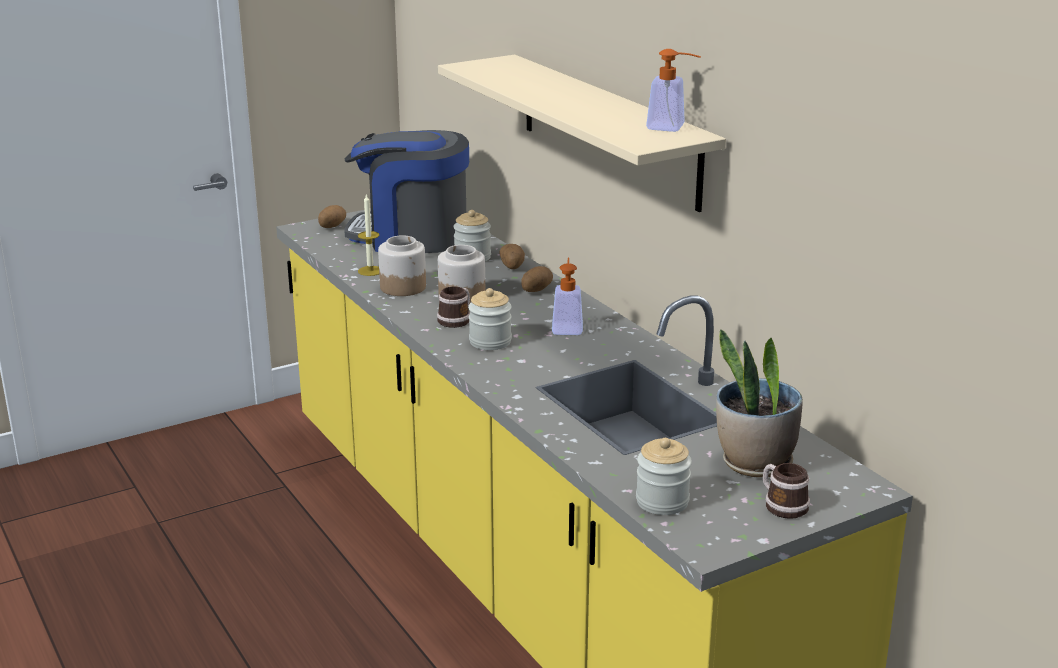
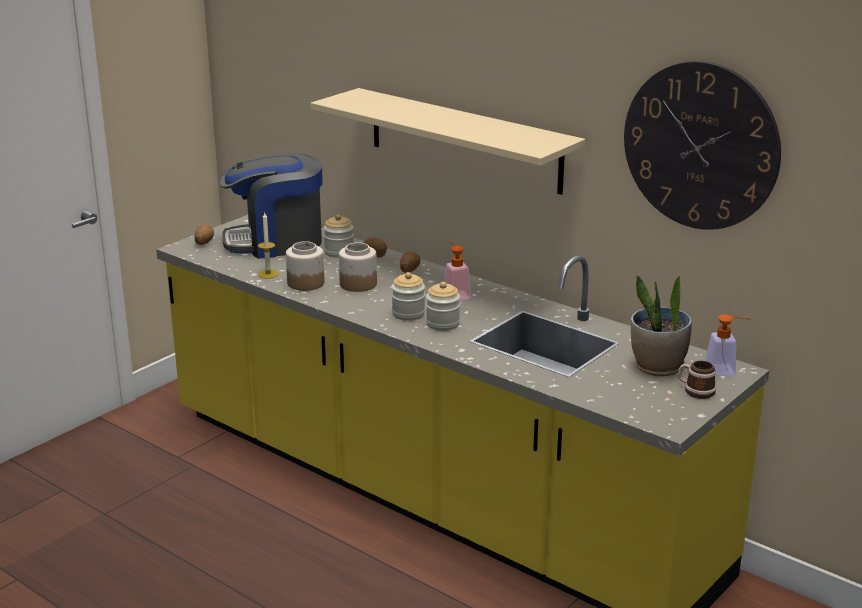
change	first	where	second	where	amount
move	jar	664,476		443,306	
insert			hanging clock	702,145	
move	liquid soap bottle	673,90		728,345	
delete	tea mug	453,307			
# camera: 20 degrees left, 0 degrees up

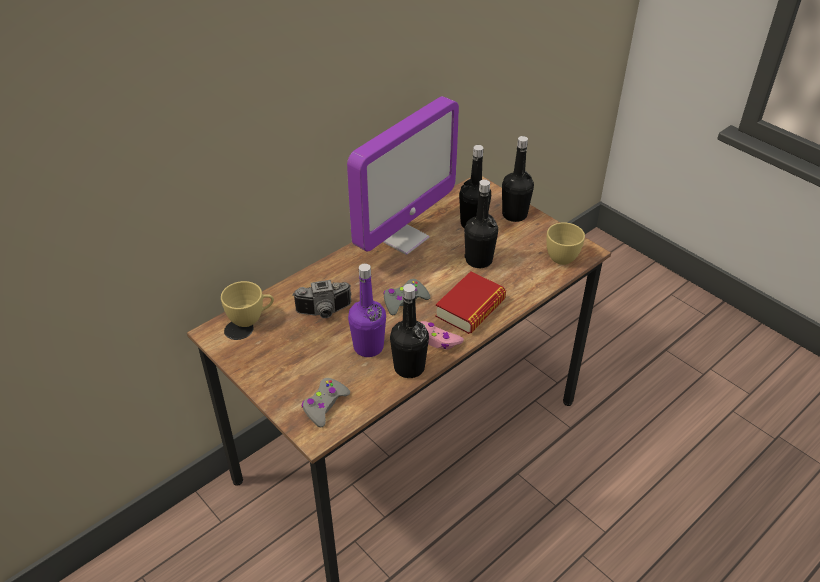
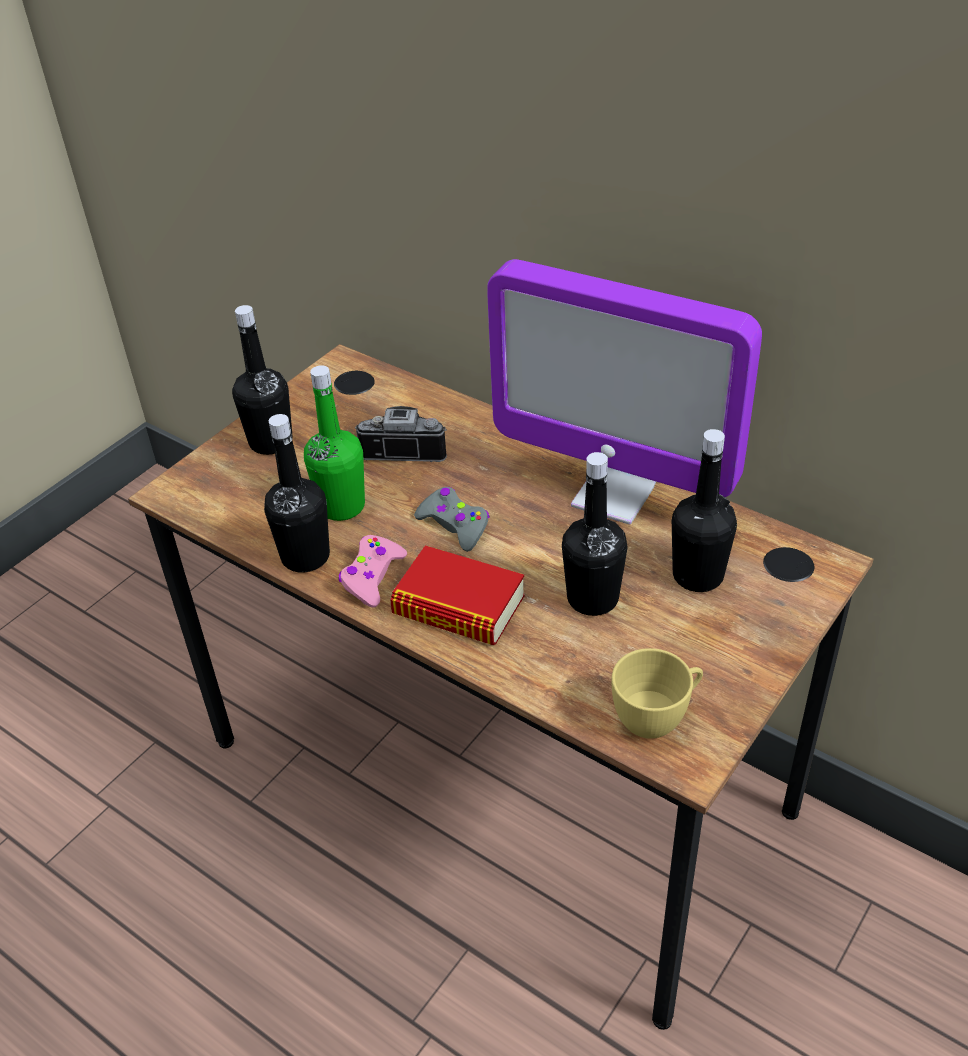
change	first	where	second	where	amount
move	bottle (black)	518,179		262,380	
recolor	bottle (purple-coloured)	367,310	bottle (greenish)	334,443	
rotate	still camera	321,299		401,434	120 degrees clockwise
delete	small cup (yellow-coloured)	247,304			
delete	gamepad (gray)	326,402			
# camera: 80 degrees right, 0 degrees up

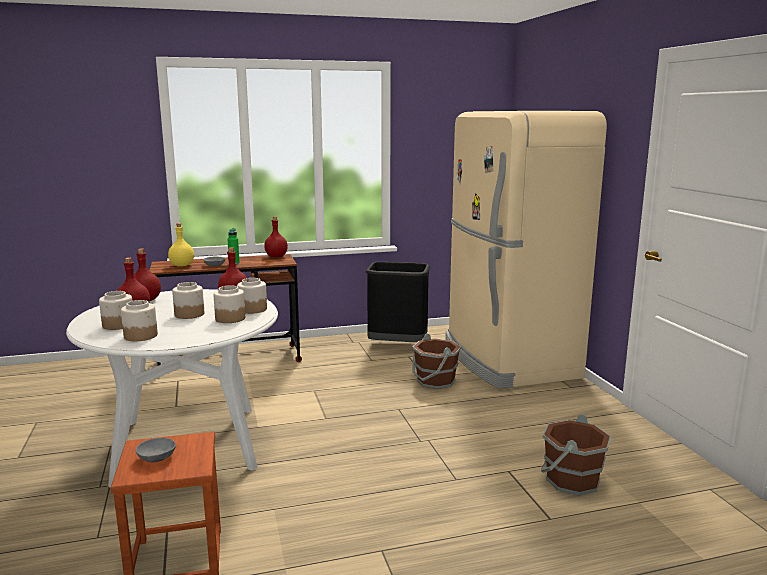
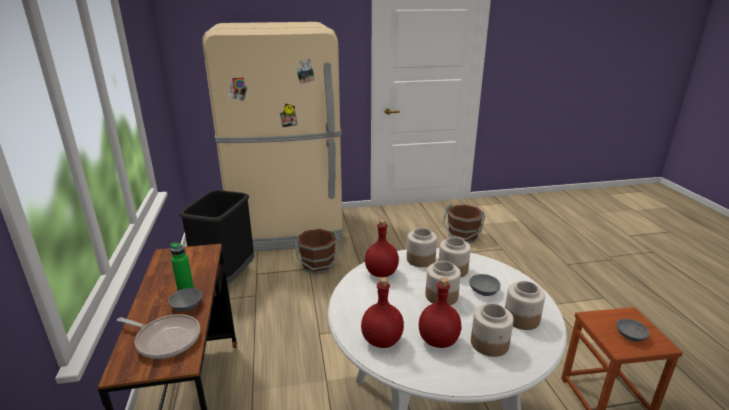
change	first	where	second	where	amount
replace	bottle (yellow-coloured)	181,245	skillet	158,336	
insert			deep dish (gray)	485,285	
delete	bottle (reddish)	276,237			
# camera: 85 degrees left, 10 degrees up

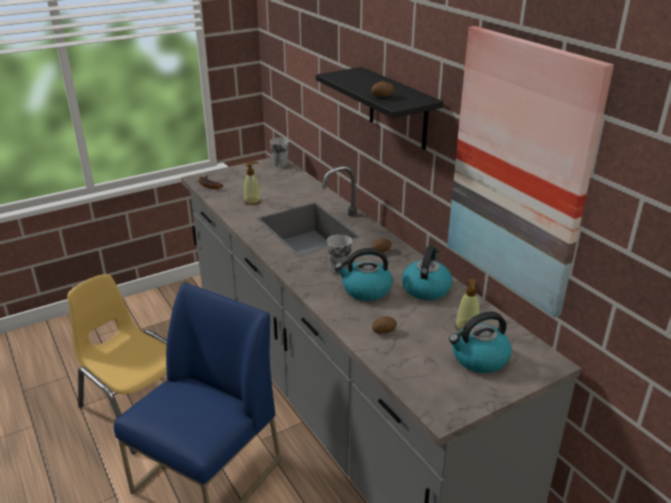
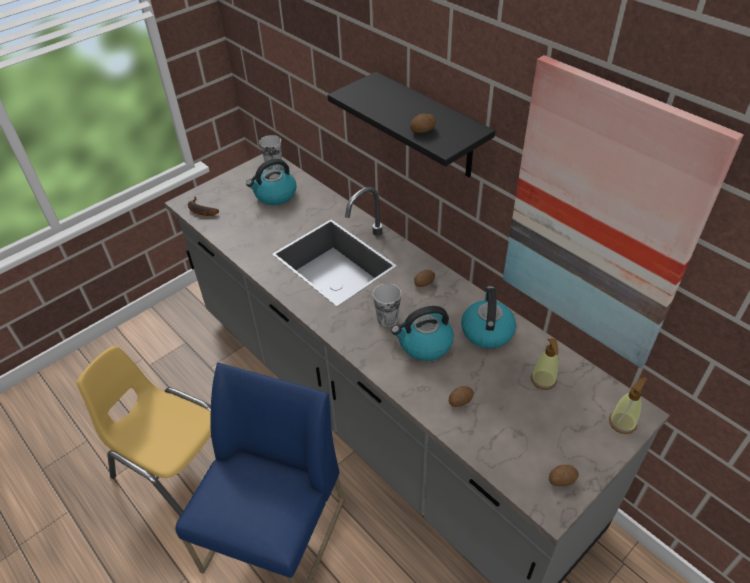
change	first	where	second	where	amount
move	kettle	480,342		271,182	
insert			potato	564,475	
move	liquid soap bottle	252,183		628,405	
# camera: 10 degrees left, 15 degrees up

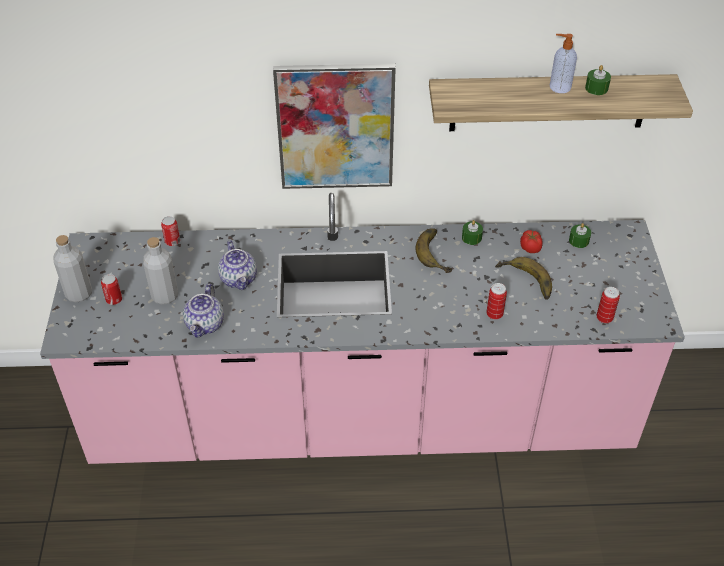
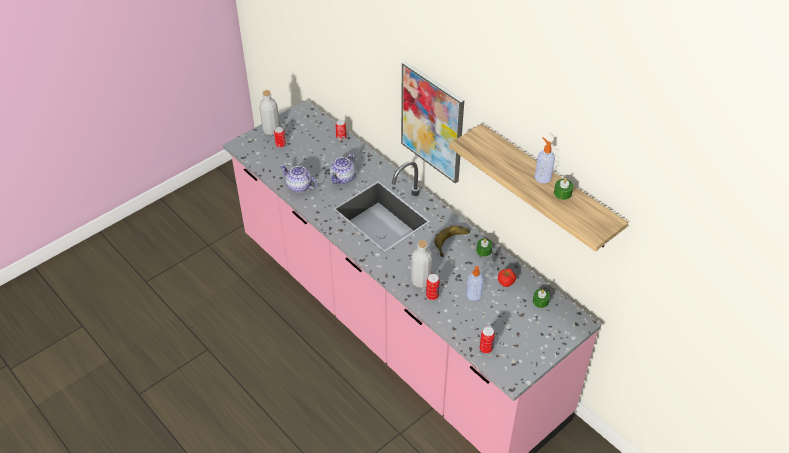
change	first	where	second	where	amount
rotate	pot for tea	203,311		299,179	60 degrees clockwise
move	bottle (gray)	160,271		422,264	
replace	whole banana	523,278	liquid soap bottle	475,283	
# camera: 50 degrees right, 0 degrees up

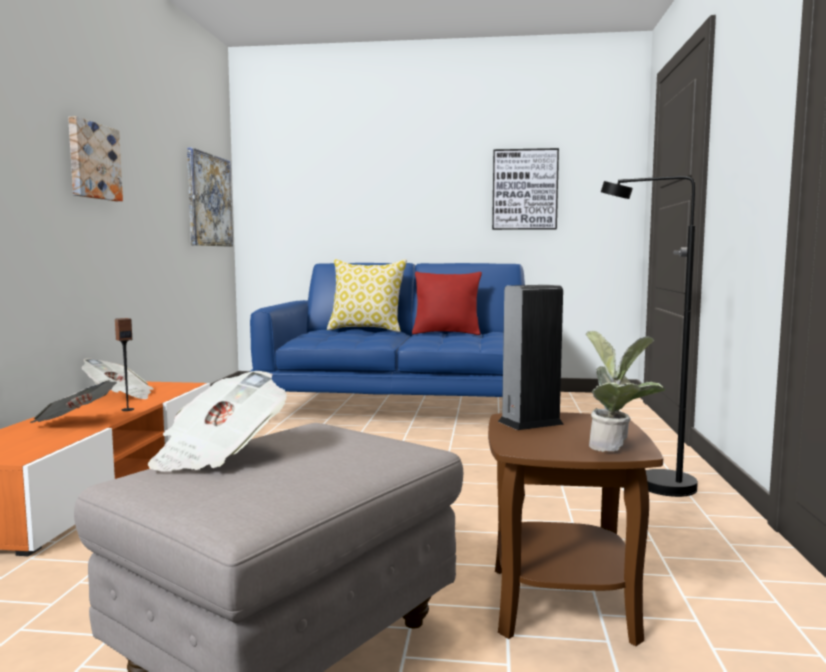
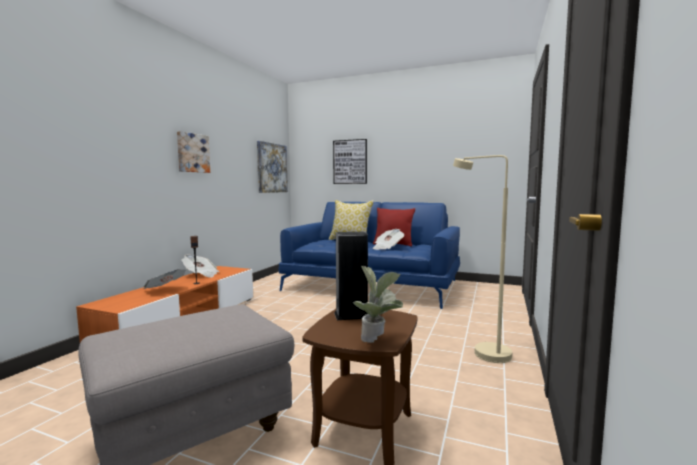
change	first	where	second	where	amount
move	picture	525,189		350,161	
move	newspaper	217,421		388,239	
recolor	standing lamp (black)	649,336	standing lamp (sand-coloured)	482,259	
# camera: 15 degrees right, 0 degrees up

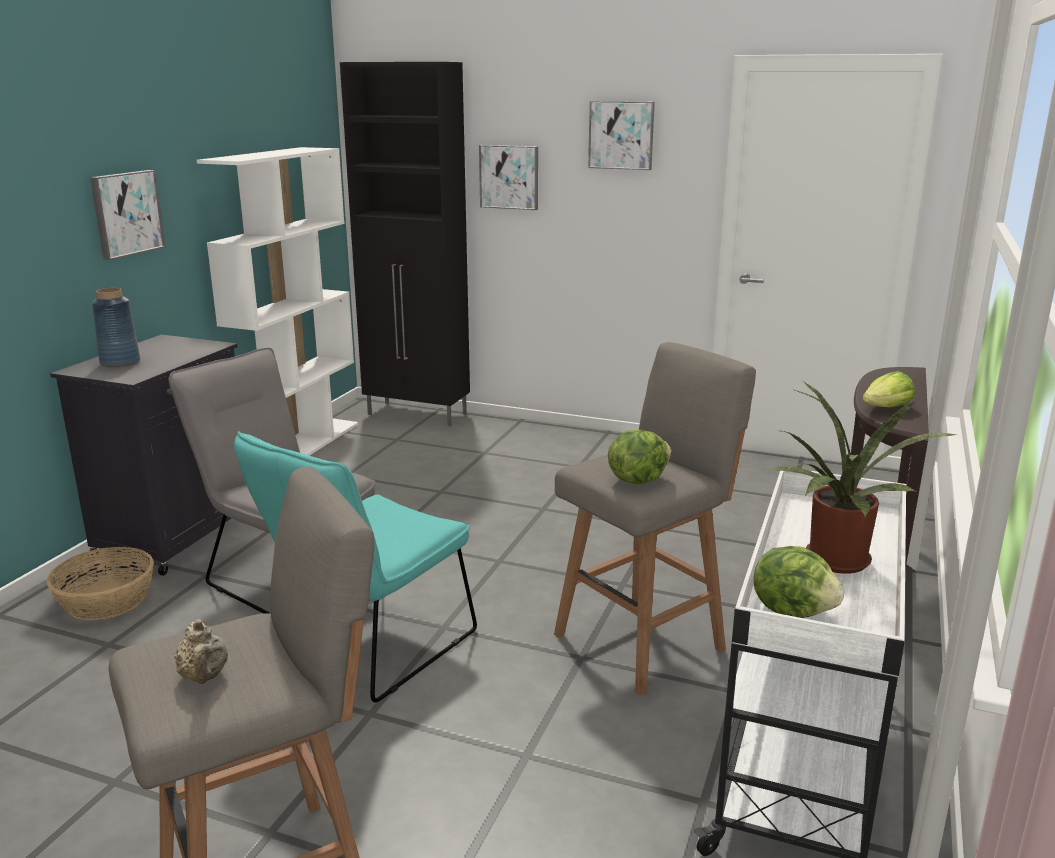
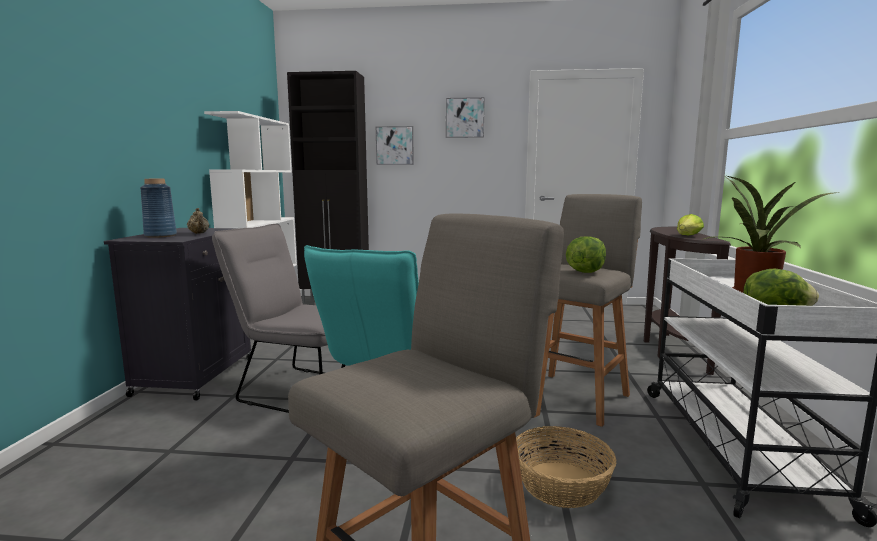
change	first	where	second	where	amount
move	pot for tea (sand-coloured)	201,651		198,221	
move	household basket	100,583		566,467	
delete	picture	128,215			
# camera: 15 degrees left, 10 degrees down

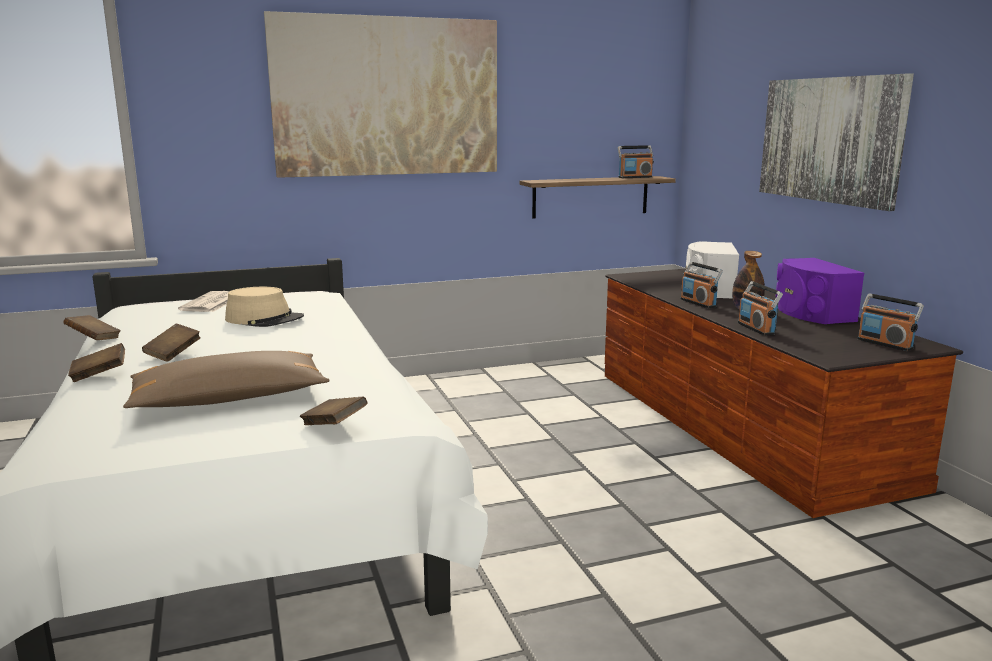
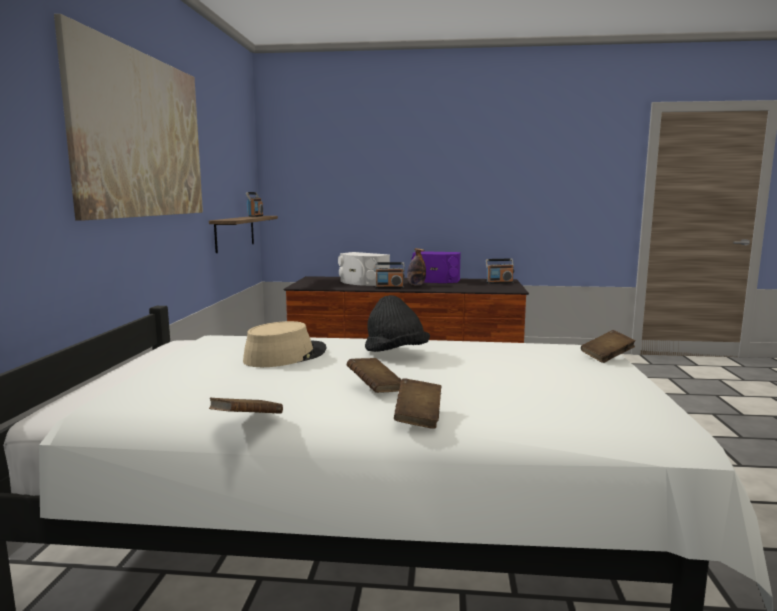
change	first	where	second	where	amount
insert			hat (black)	397,323	
delete	throw pillow (brown-coloured)	226,379			
delete	newspaper	203,301			
delete	radio	760,308			
delete	picture	836,142			
# camera: 65 degrees left, 5 degrees down

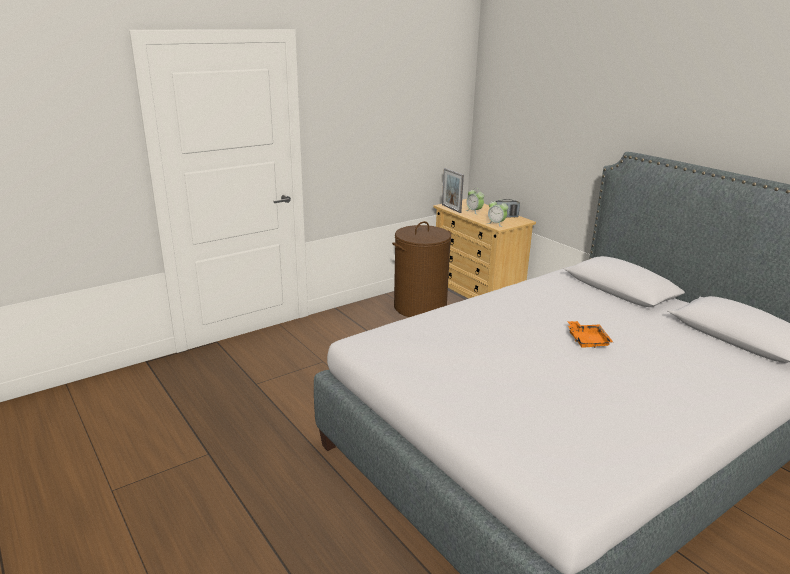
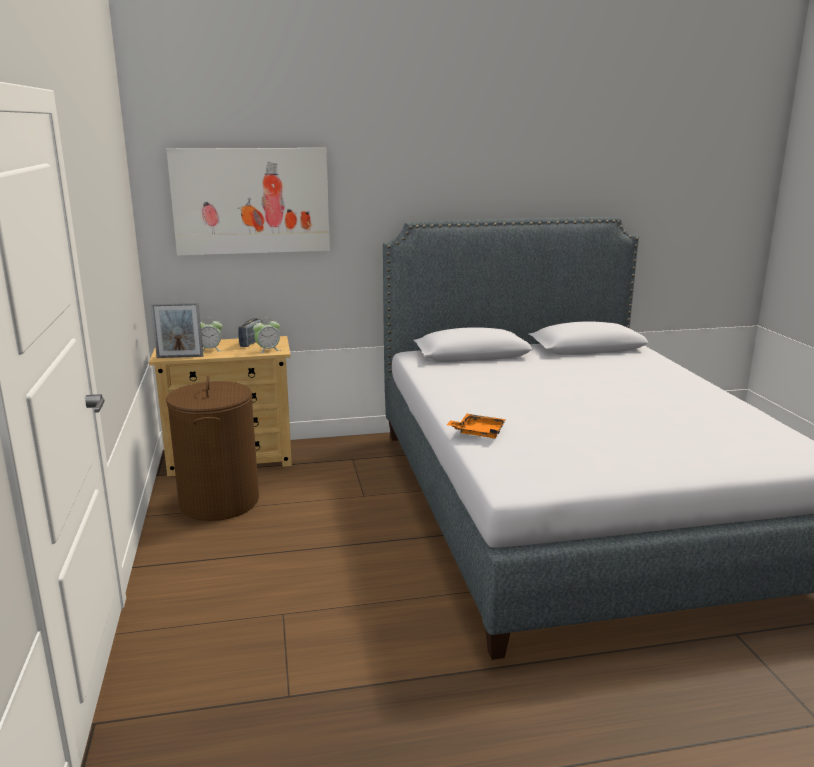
change	first	where	second	where	amount
insert			picture	248,202	
move	carrying tray (orange-coloured)	590,334		476,426	
# camera: 65 degrees left, 5 degrees down

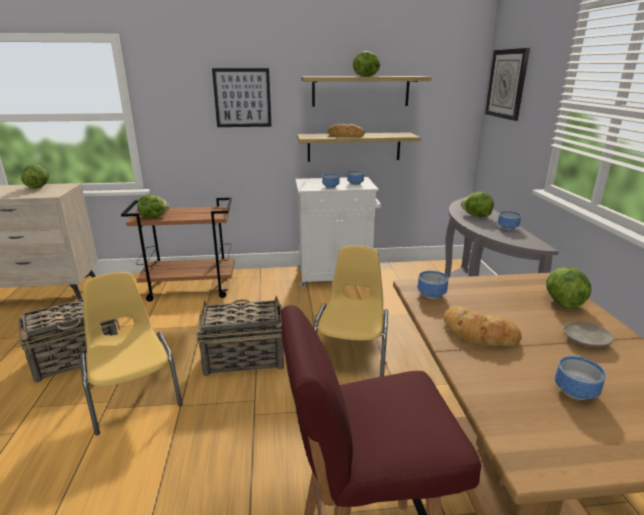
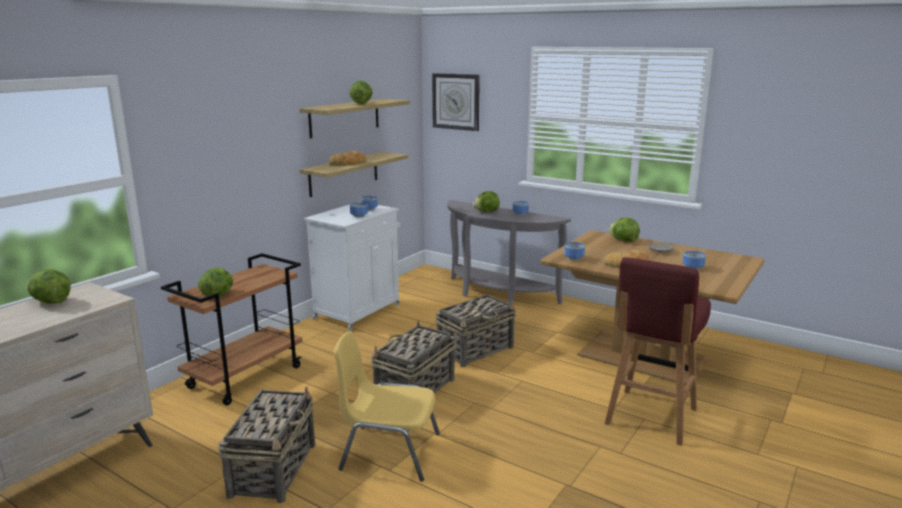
change	first	where	second	where	amount
replace	upright chair (yellow-coloured)	351,311	household basket	475,330	
delete	picture	242,97			
# camera: 50 degrees left, 5 degrees down

